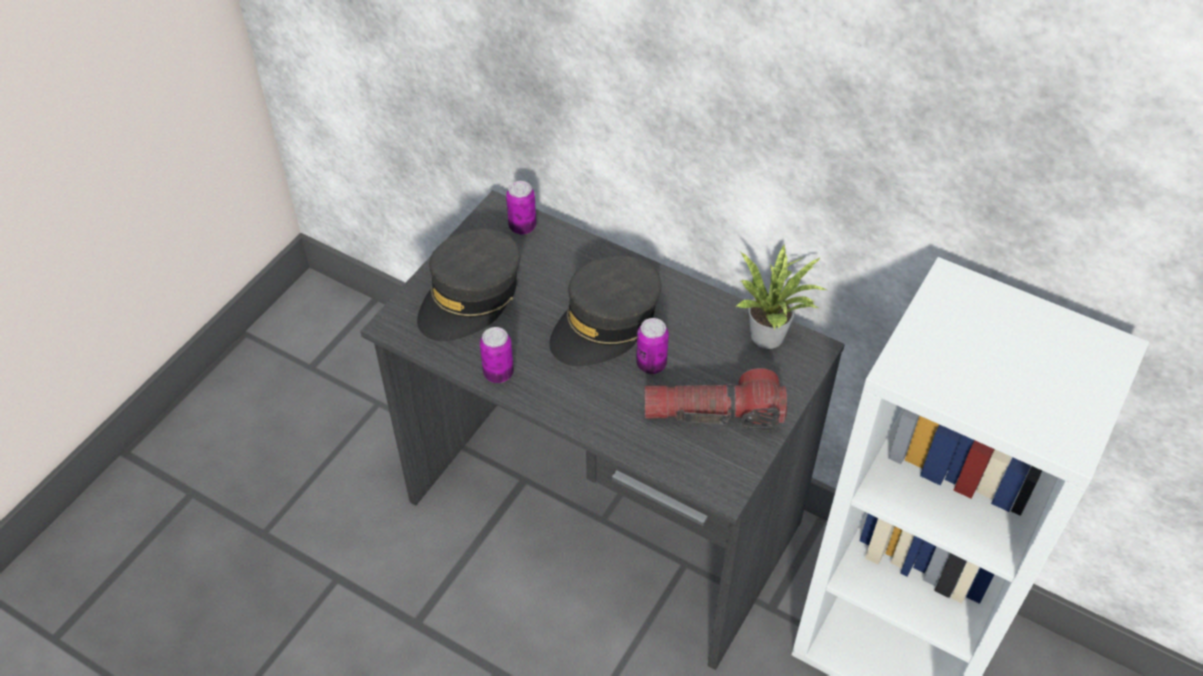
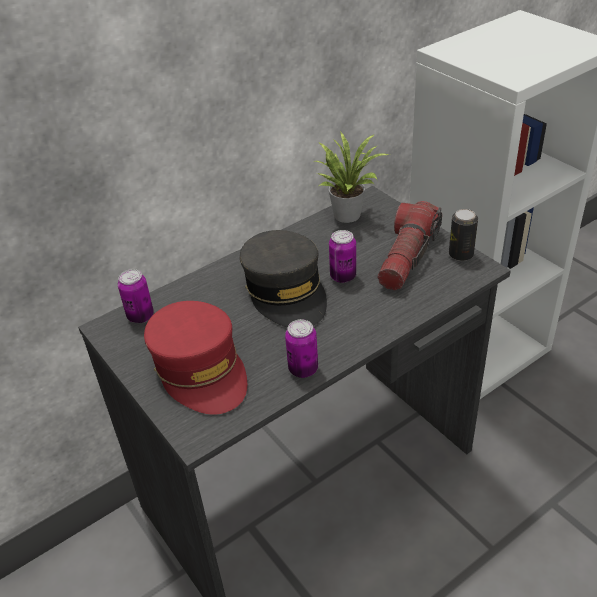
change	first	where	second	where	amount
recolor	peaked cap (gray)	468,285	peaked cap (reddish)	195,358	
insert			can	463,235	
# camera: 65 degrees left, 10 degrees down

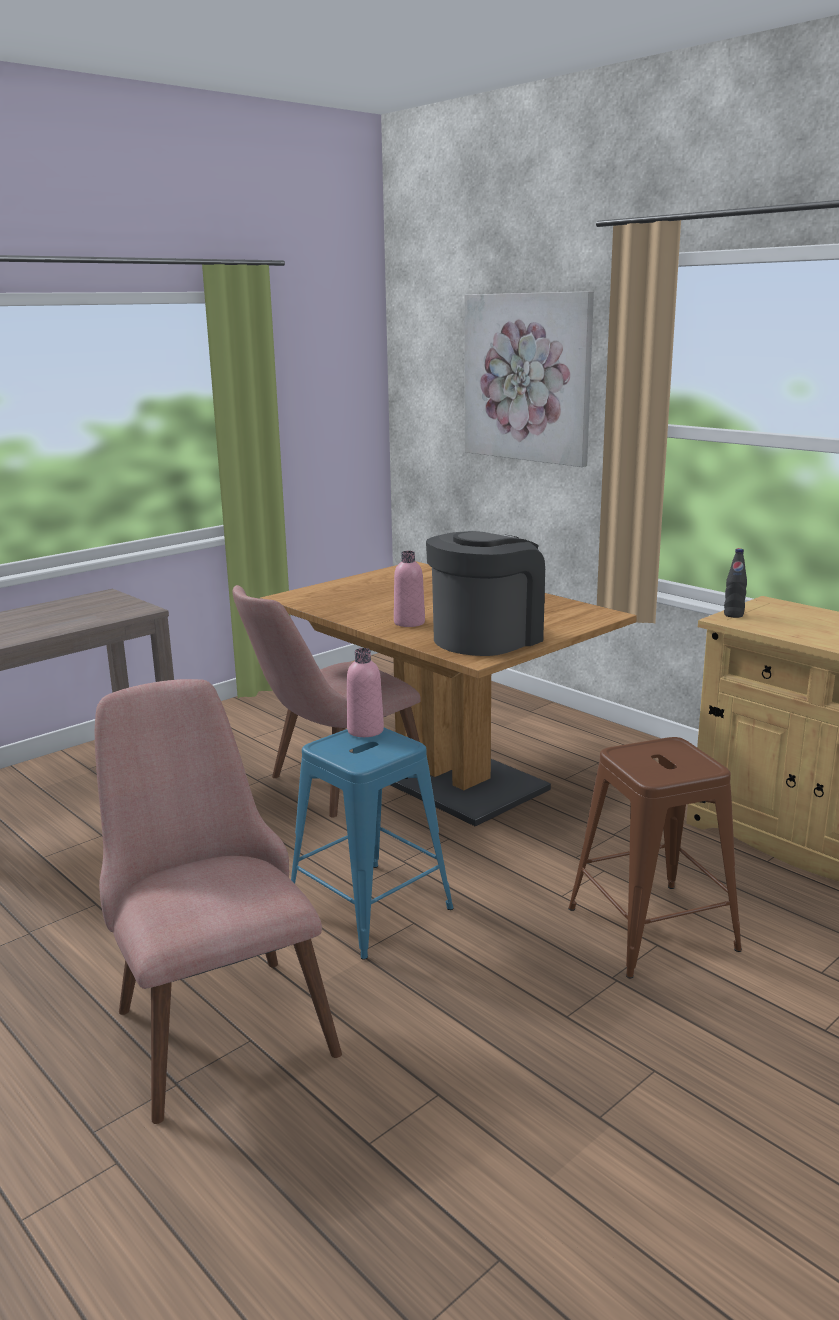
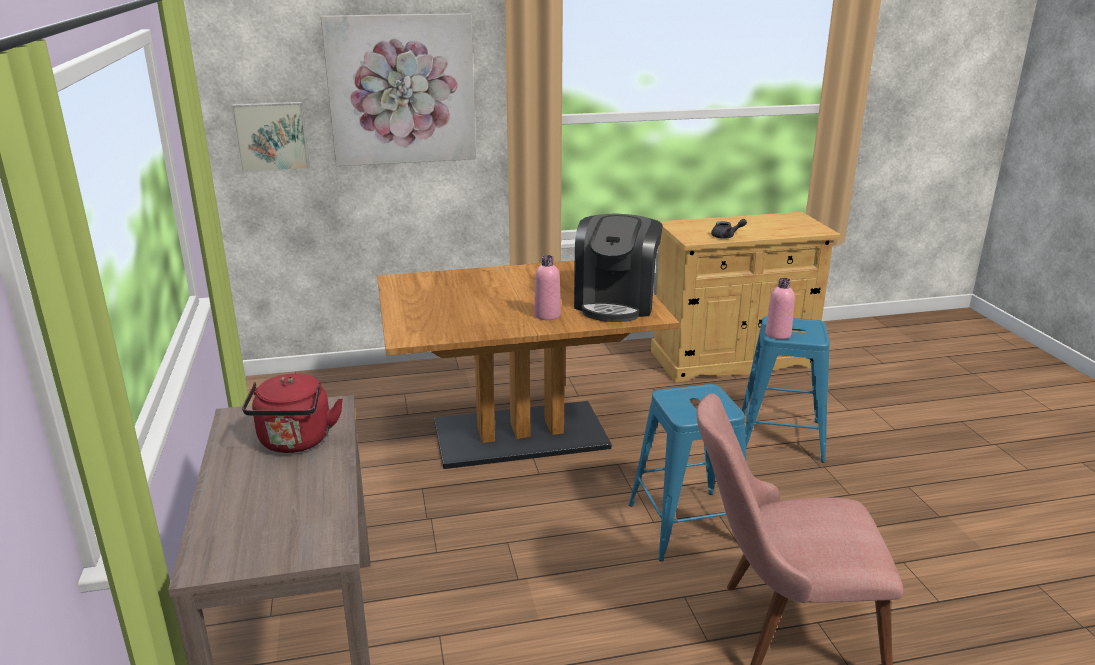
change	first	where	second	where	amount
insert			picture	270,137	
insert			kettle (reddish)	292,413	
rotate	coffee brewer	485,593		618,268	150 degrees counterclockwise
insert			pot for tea (gray)	729,229	
recolor	stool (brown-coloured)	655,857	stool (bluish)	786,389	
move	bottle (pinkish)	365,692		780,308	
delete	upright chair (pinkish)	327,701			
delete	bottle (black)	735,583			
# camera: 60 degrees left, 5 degrees up

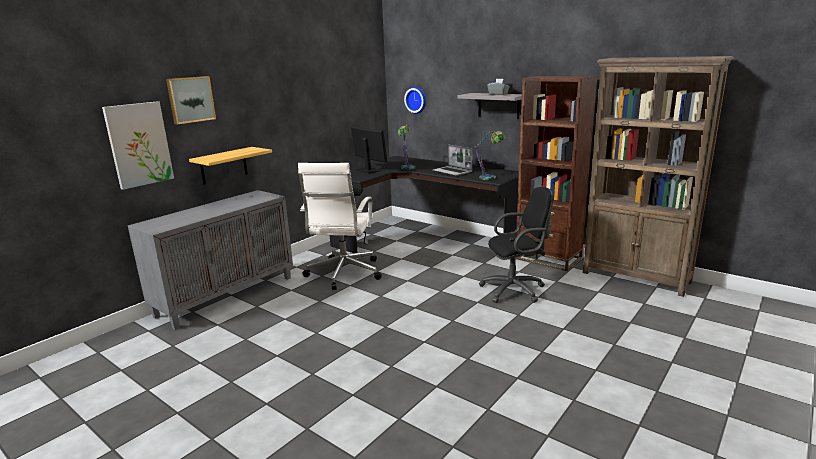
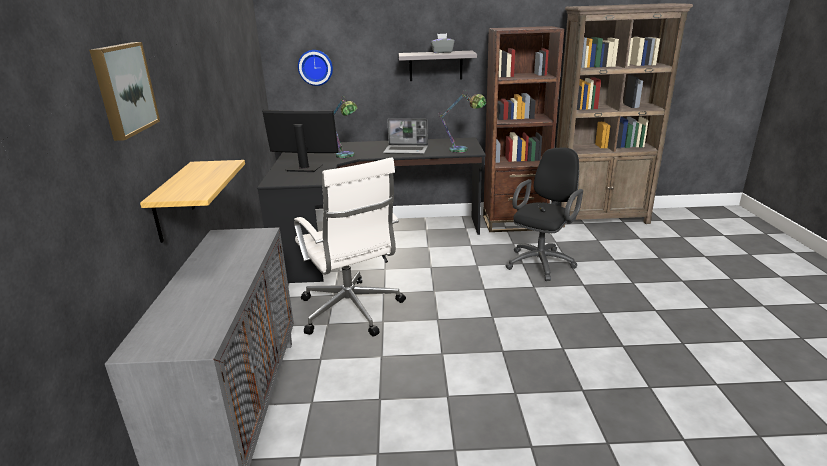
change	first	where	second	where	amount
delete	picture	138,145			
# camera: 40 degrees left, 5 degrees up

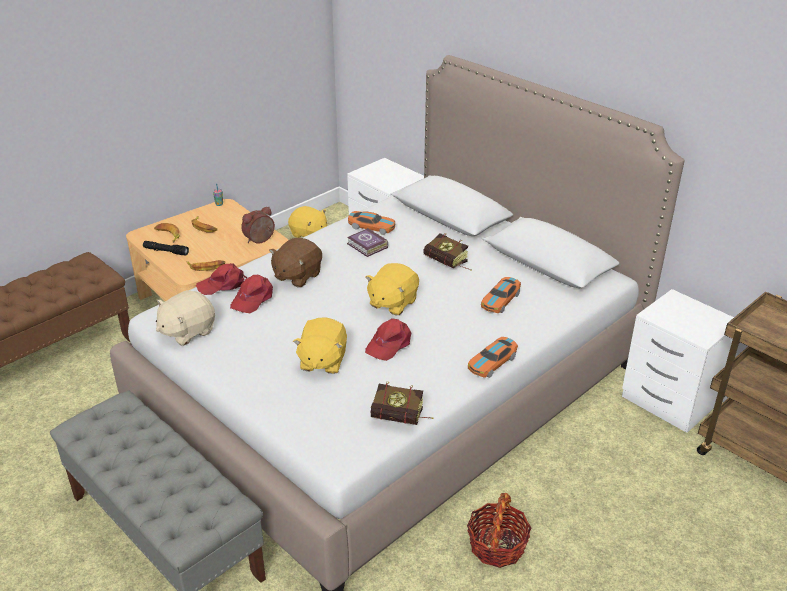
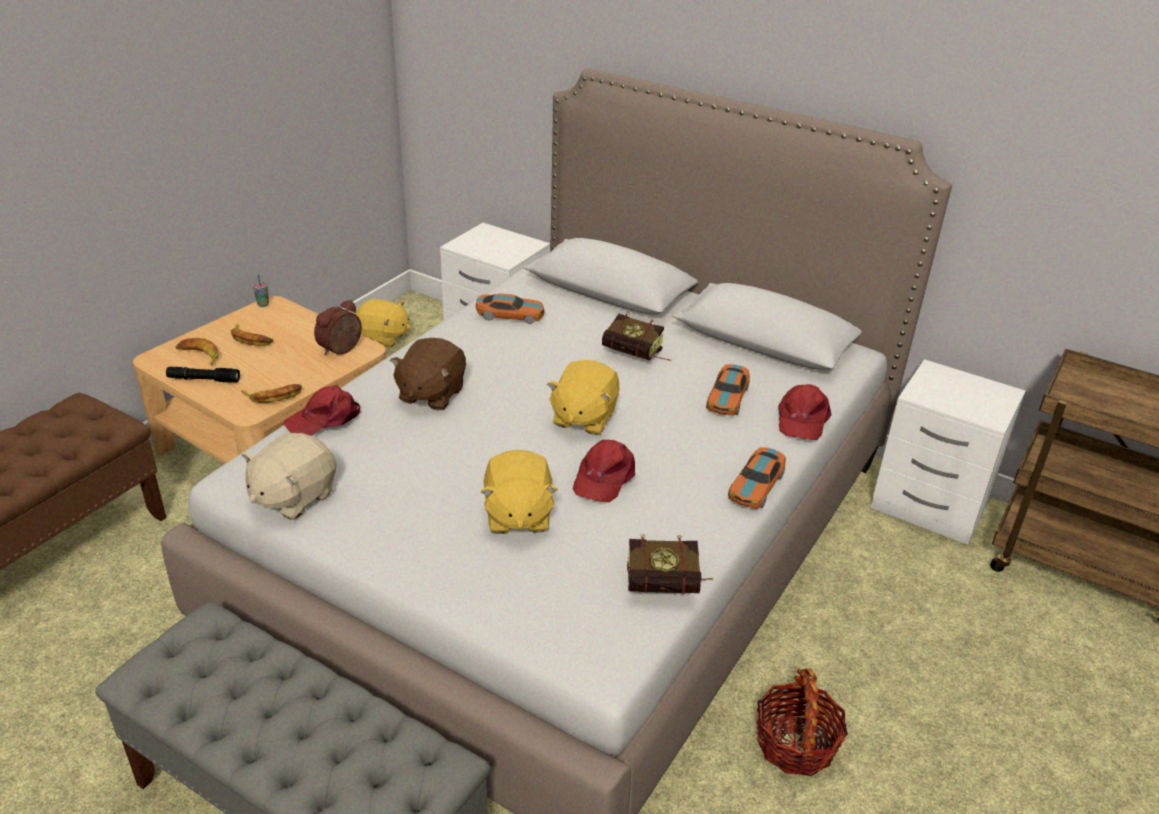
change	first	where	second	where	amount
move	peaked cap (reddish)	251,294		805,412	
delete	book	367,242			
# camera: 15 degrees left, 0 degrees up

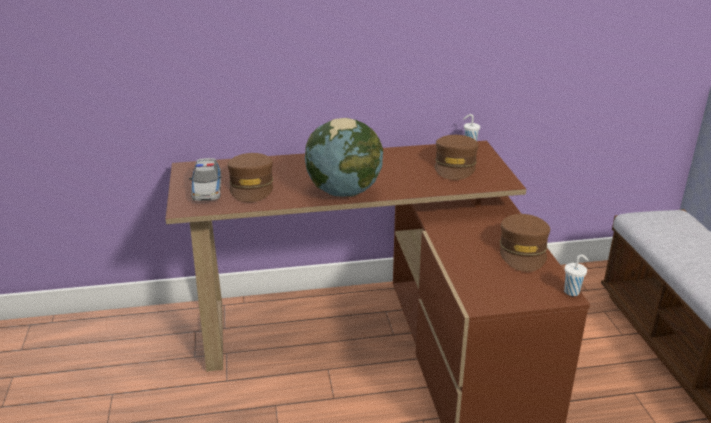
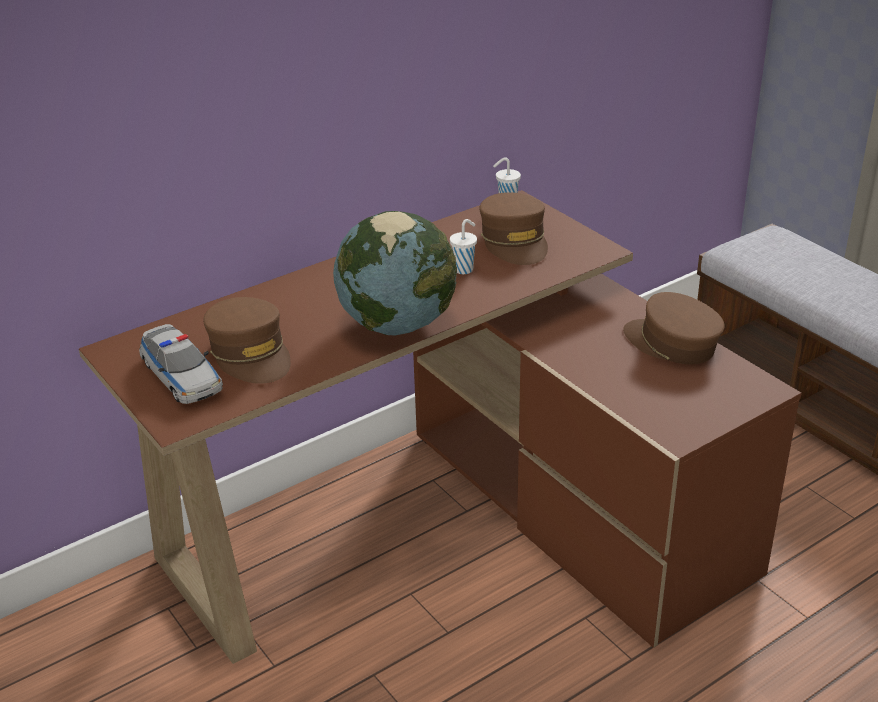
change	first	where	second	where	amount
move	small cup (white)	576,275		463,246	
rotate	peaked cap (brown-coloured)	525,243		673,328	150 degrees clockwise
# camera: 25 degrees left, 5 degrees up

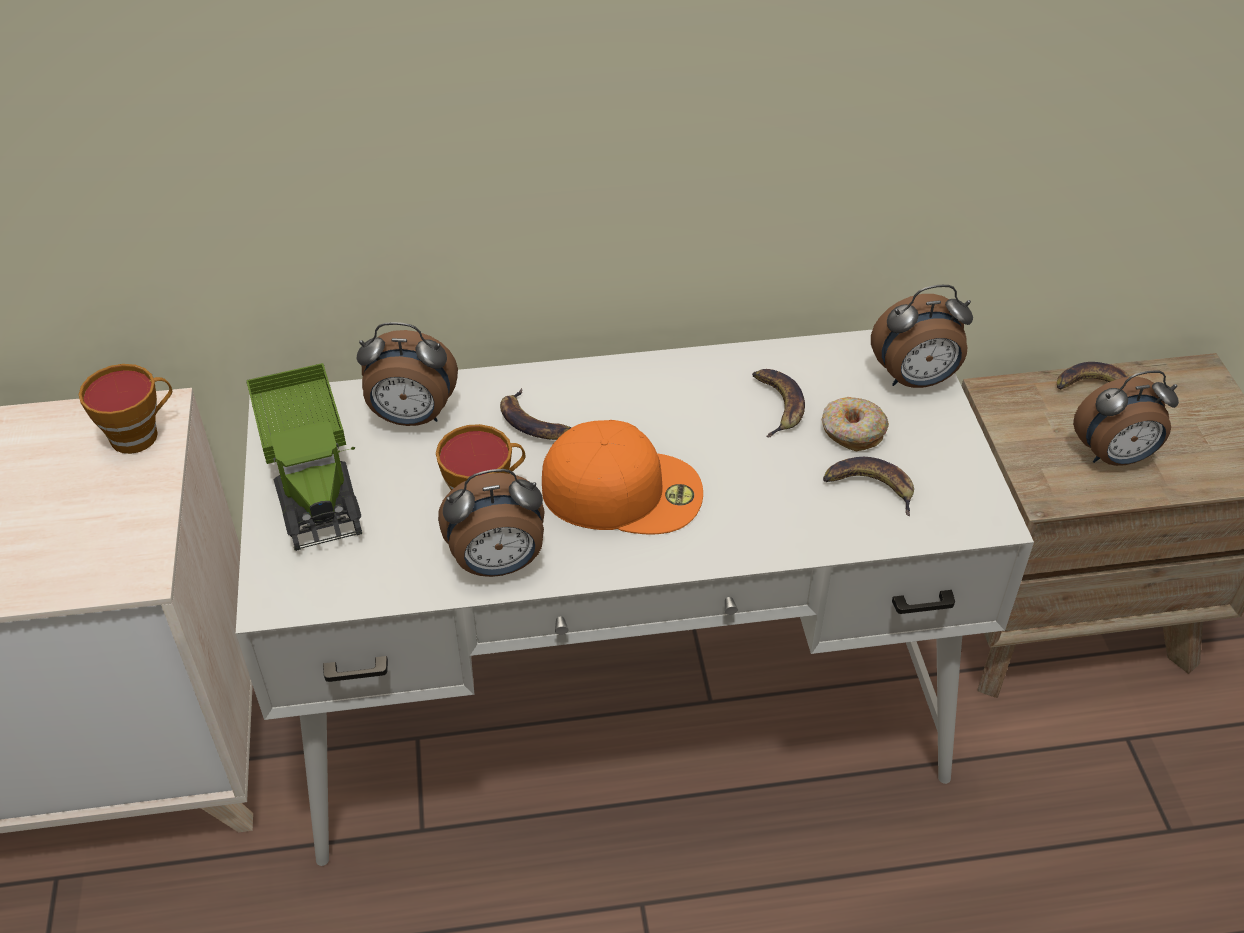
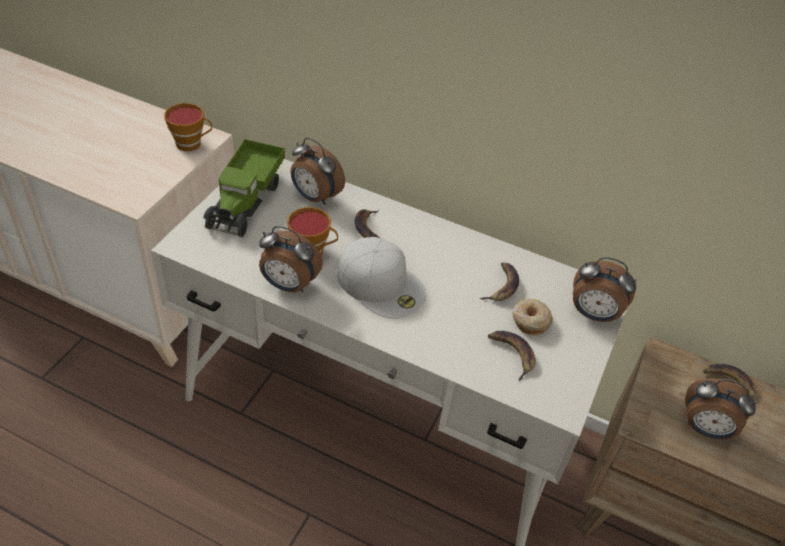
change	first	where	second	where	amount
recolor	peaked cap (orange-coloured)	622,477	peaked cap (white)	381,278	
# camera: 30 degrees right, 0 degrees up

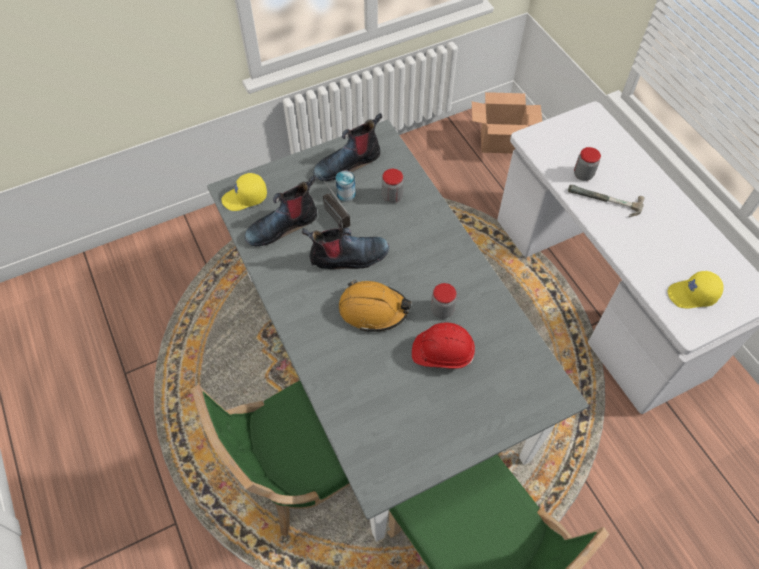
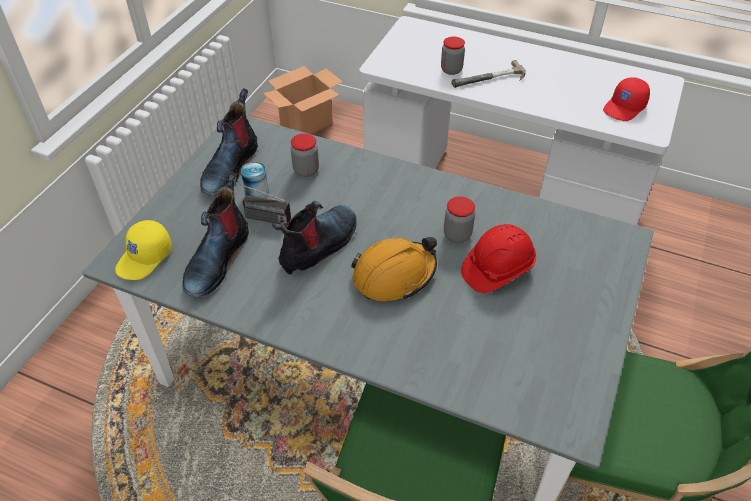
change	first	where	second	where	amount
recolor	peaked cap (yellow-coloured)	696,290	peaked cap (reddish)	626,99	
# camera: 40 degrees left, 10 degrees down

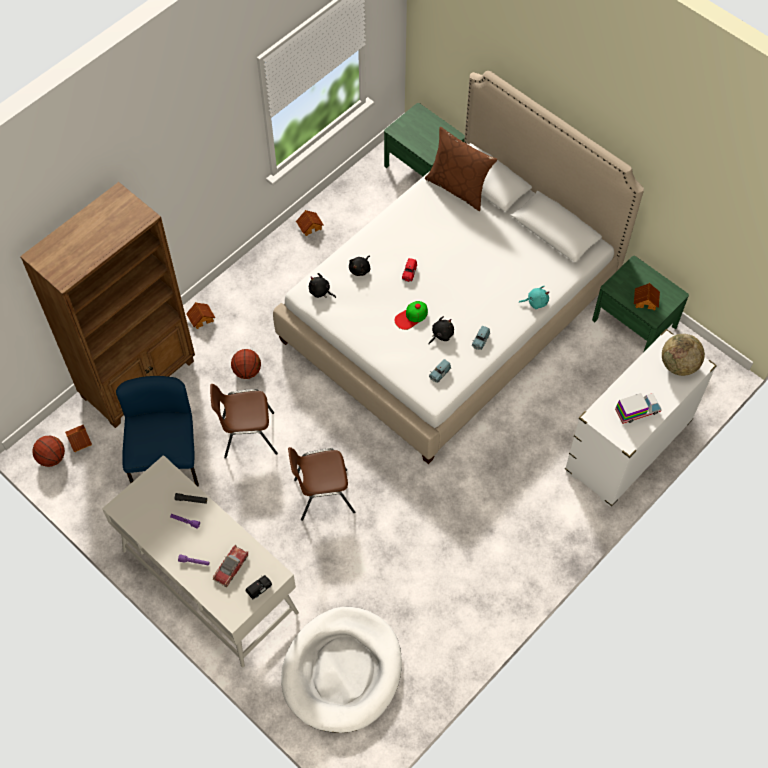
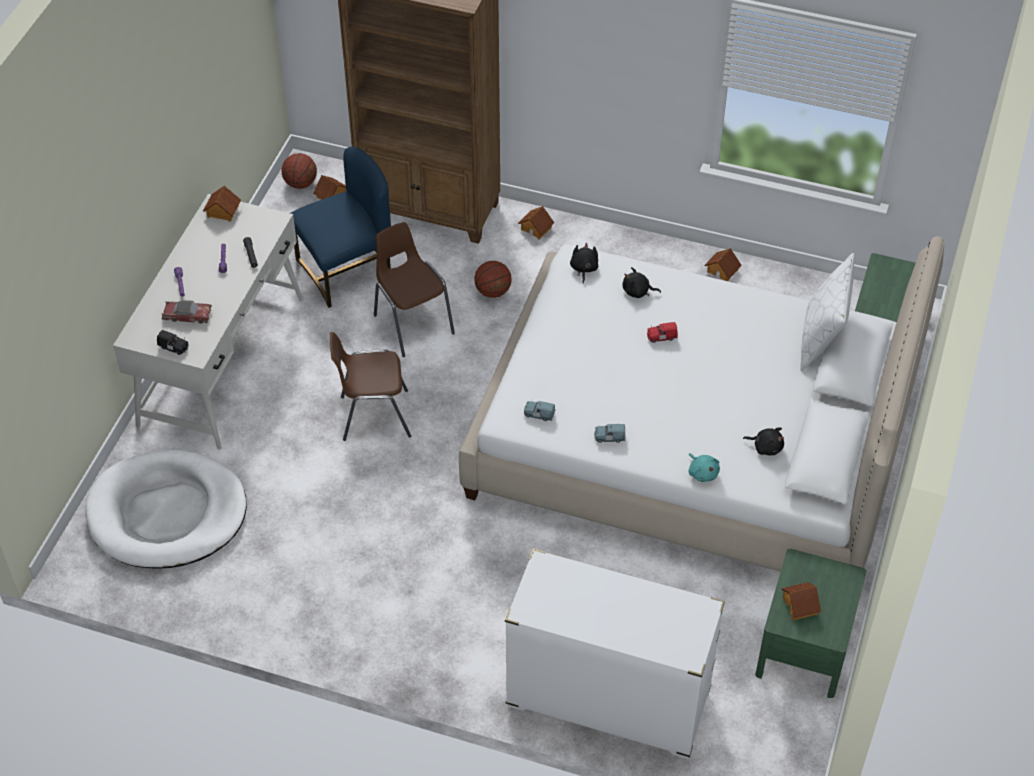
change	first	where	second	where	amount
insert			model house	222,203	
rotate	upright chair (brown-coloured)	321,484		370,386	60 degrees counterclockwise
move	plush toy (black)	441,330		763,441	
recolor	throw pillow (brown-coloured)	461,169	throw pillow (white)	827,312	
delete	peaked cap	411,315			
delete	toy lorry	638,408			
delete	globe	683,355			
# camera: 65 degrees right, 10 degrees down

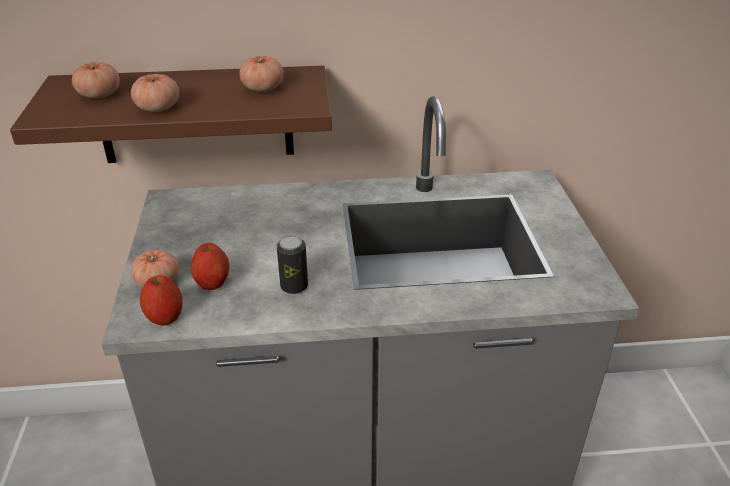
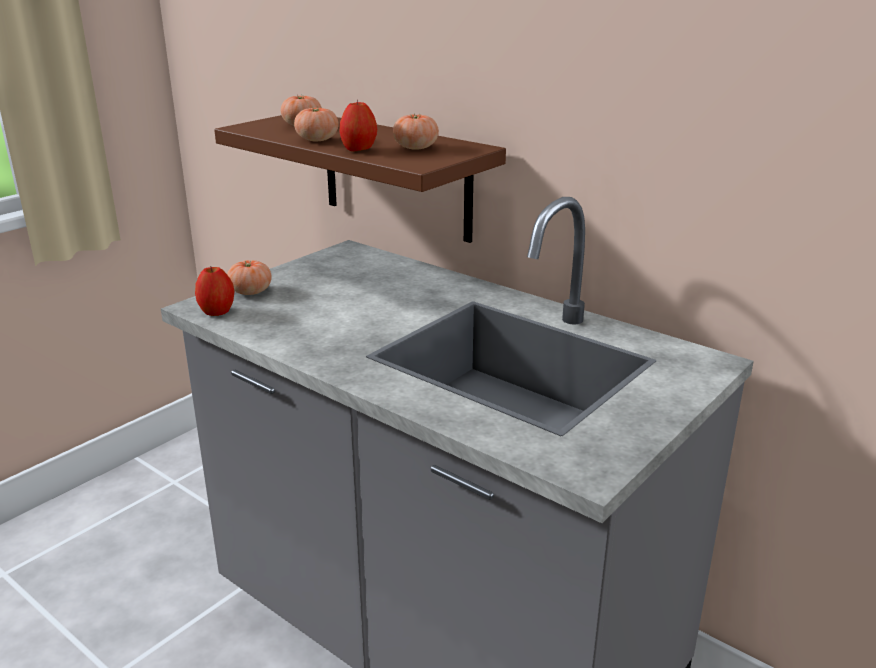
change	first	where	second	where	amount
move	apple	210,266		358,125	
delete	can	292,264			
# camera: 45 degrees right, 10 degrees down

